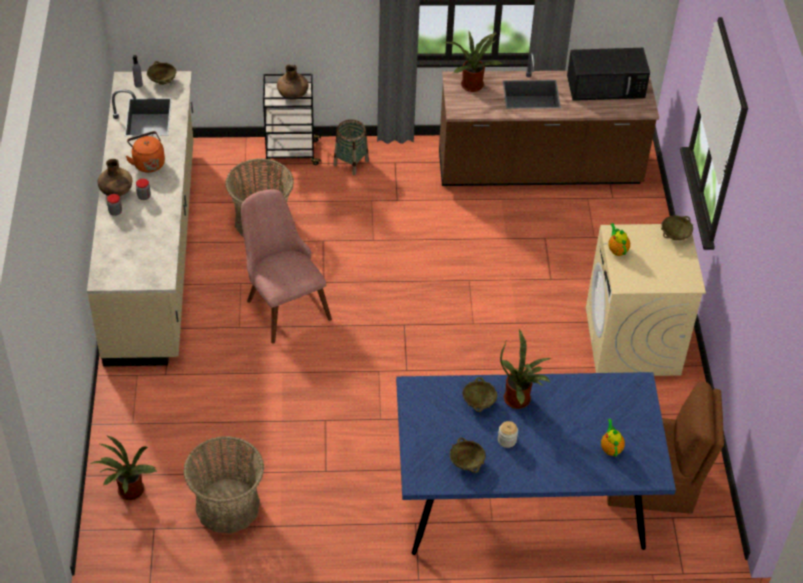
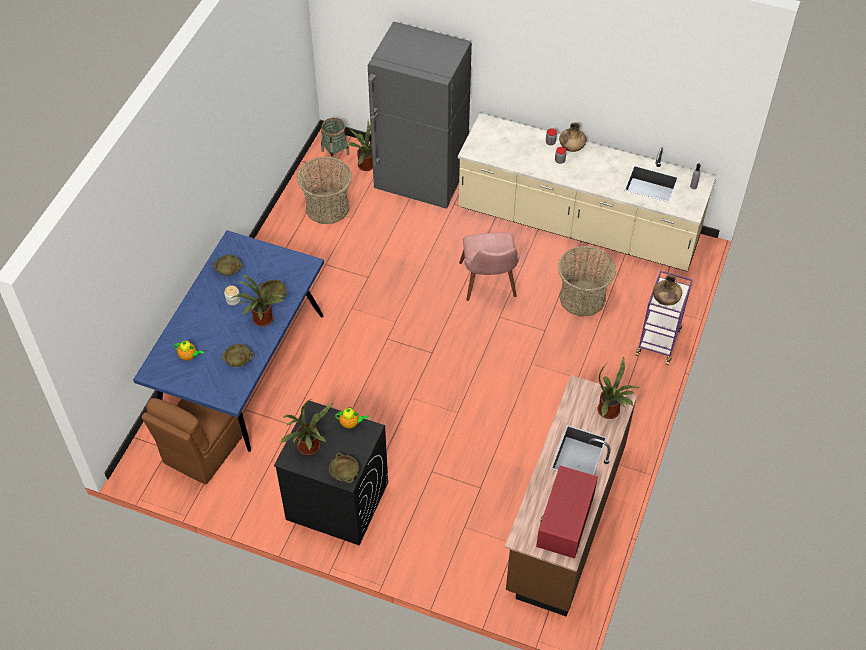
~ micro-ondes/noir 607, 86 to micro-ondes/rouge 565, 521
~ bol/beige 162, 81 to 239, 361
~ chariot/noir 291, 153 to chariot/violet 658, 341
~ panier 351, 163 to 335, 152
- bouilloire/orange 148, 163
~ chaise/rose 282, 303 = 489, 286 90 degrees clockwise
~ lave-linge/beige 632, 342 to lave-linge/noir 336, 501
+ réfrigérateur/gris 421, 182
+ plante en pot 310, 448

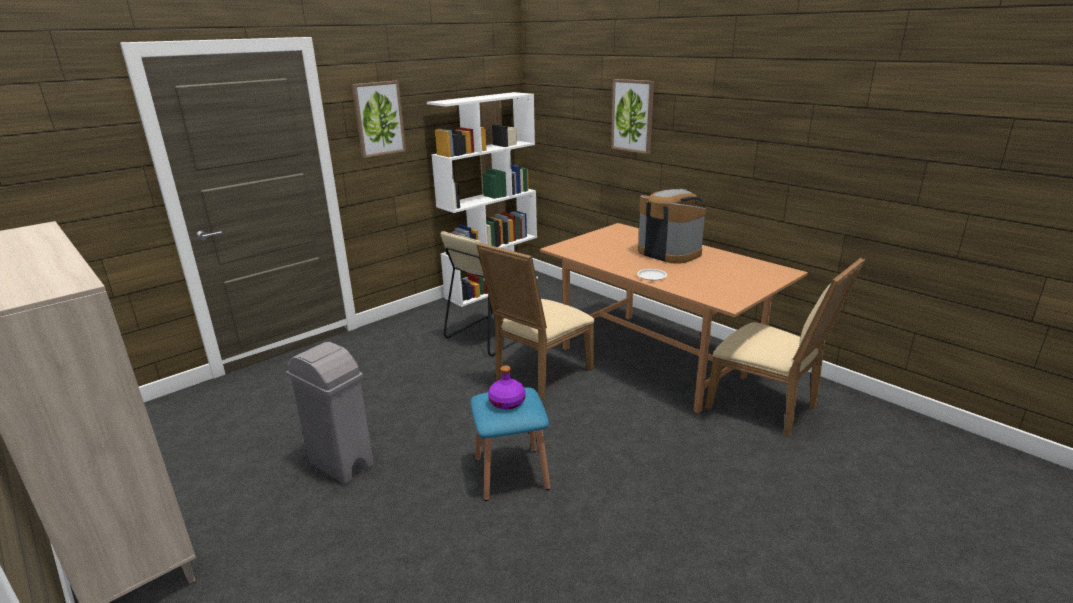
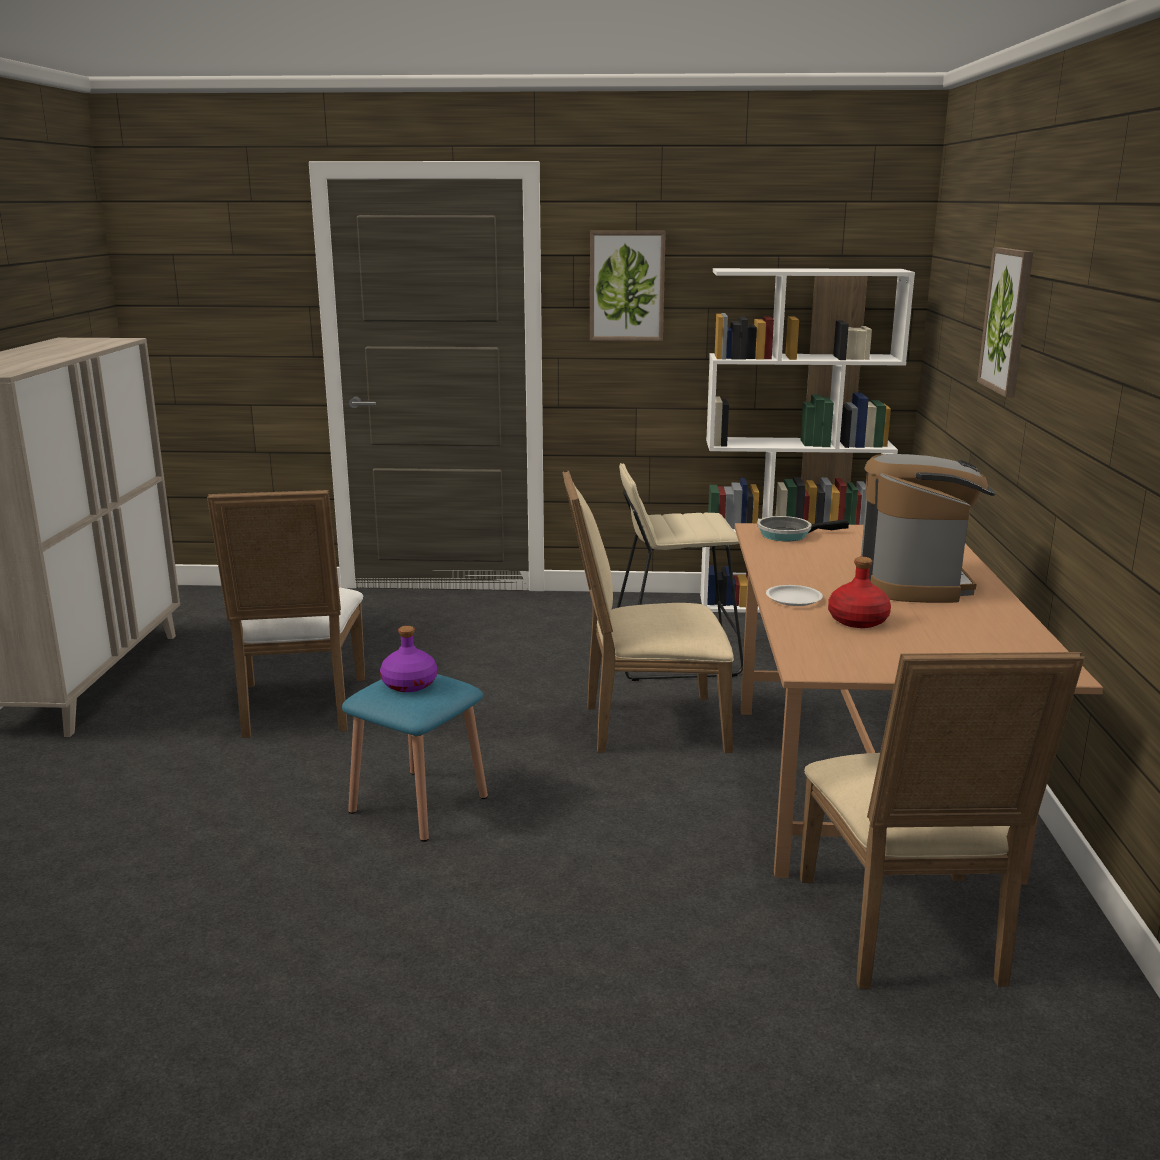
~ poubelle/gris 341, 465 to chaise/blanc 299, 710
+ poêle 788, 534
+ bouteille/rouge 858, 620

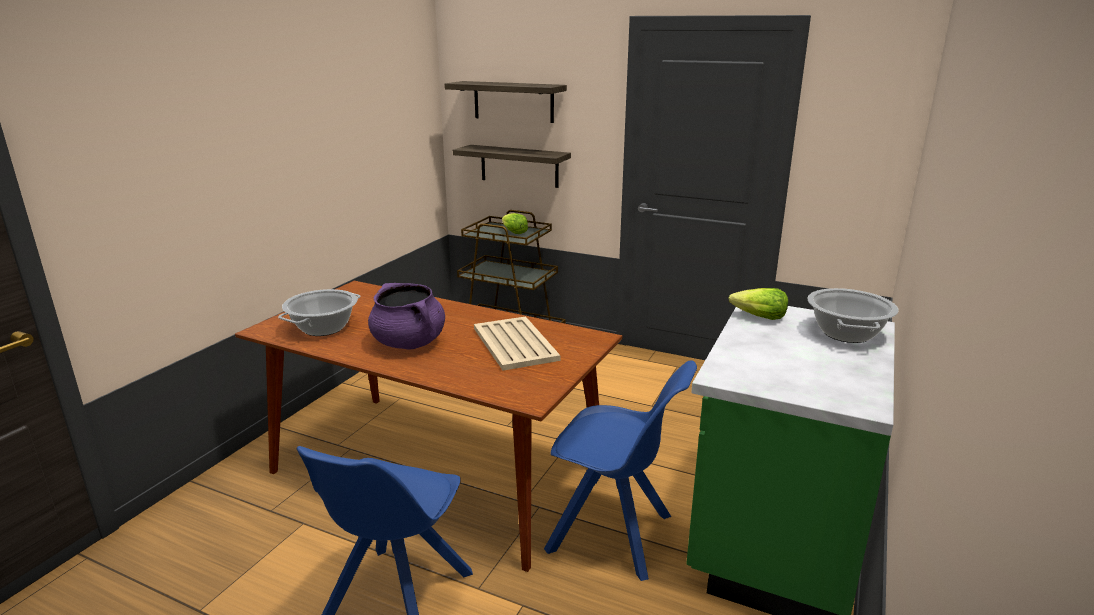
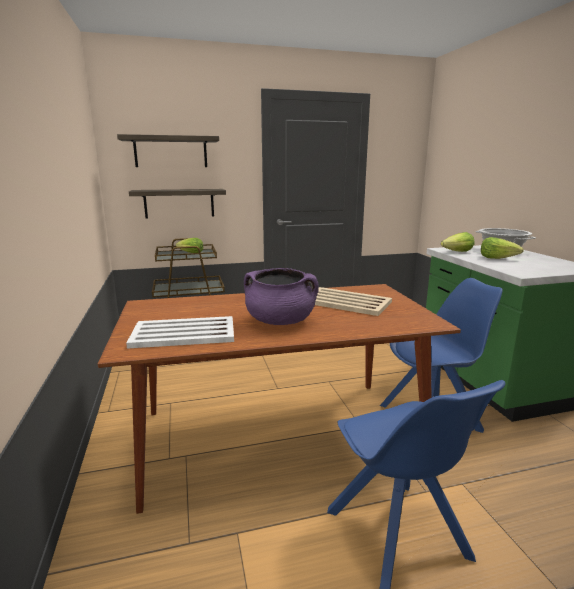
~ marmite 323, 328 to plateau/blanc 185, 333
+ laitue 497, 258

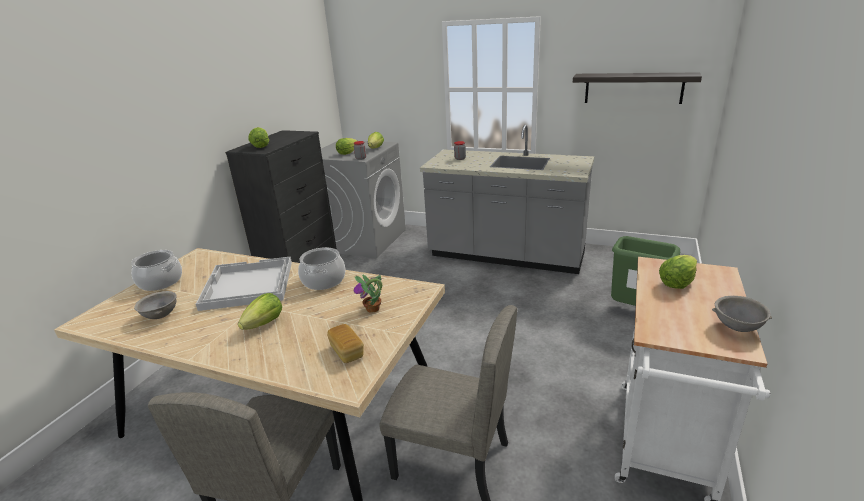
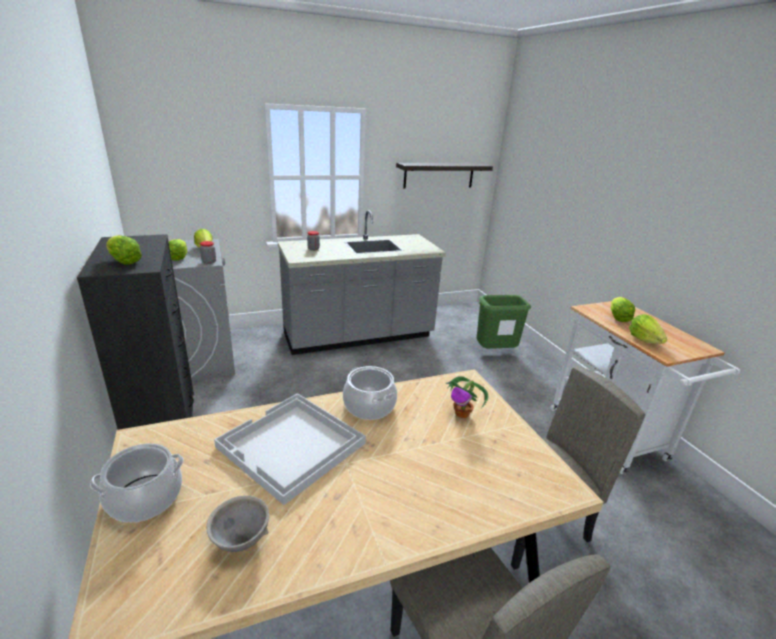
~ laitue 264, 324 to 644, 340
- bol/gris 737, 328
- pain 347, 351

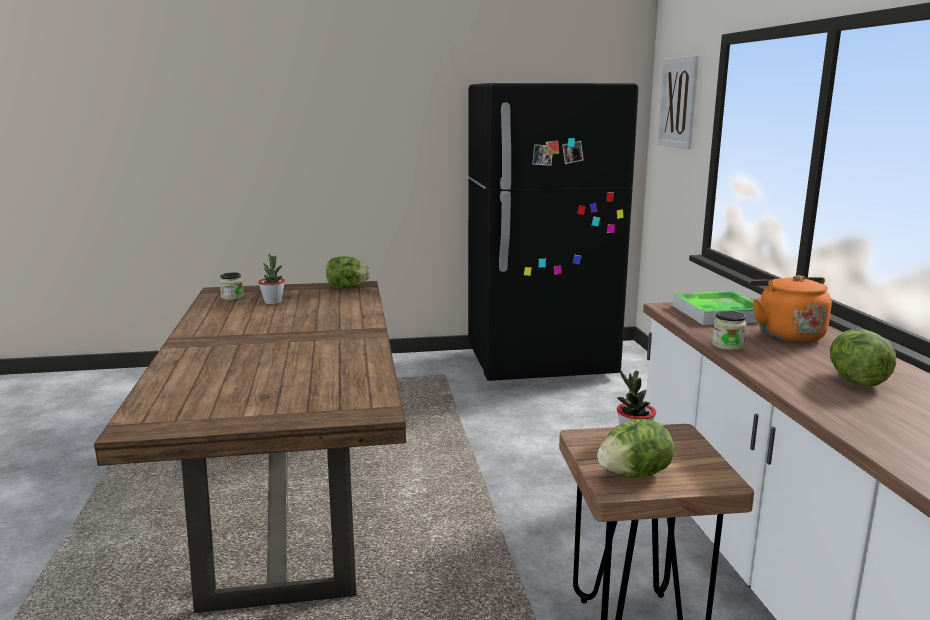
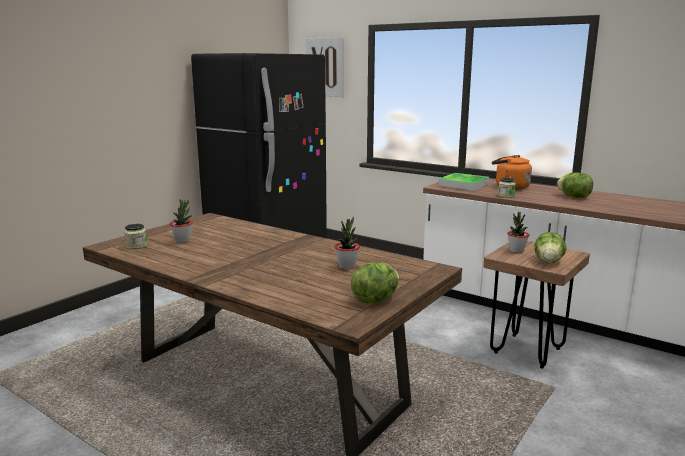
~ laitue 347, 287 to 375, 300
+ plante en pot 347, 266

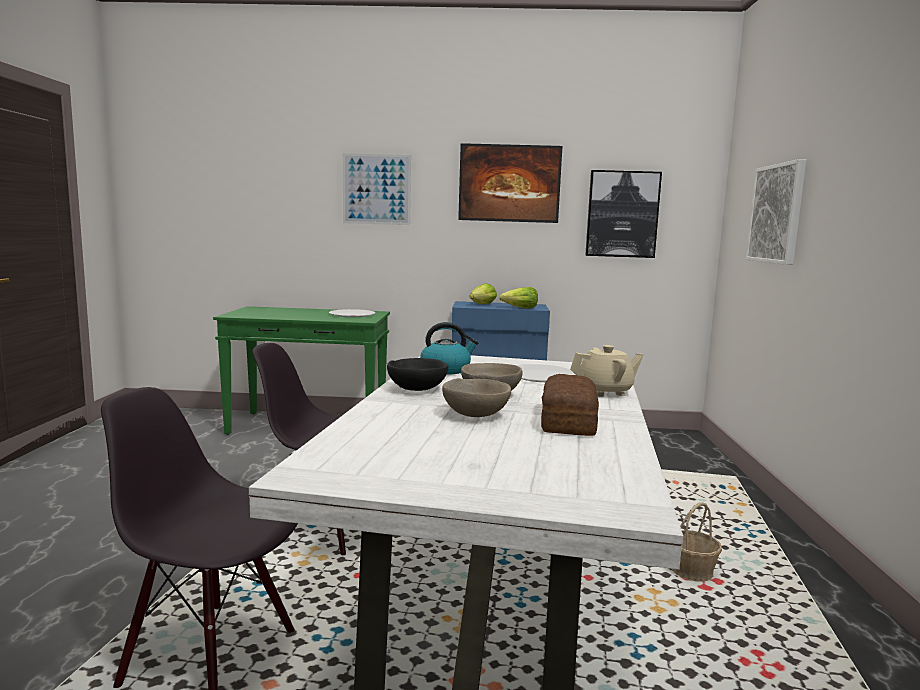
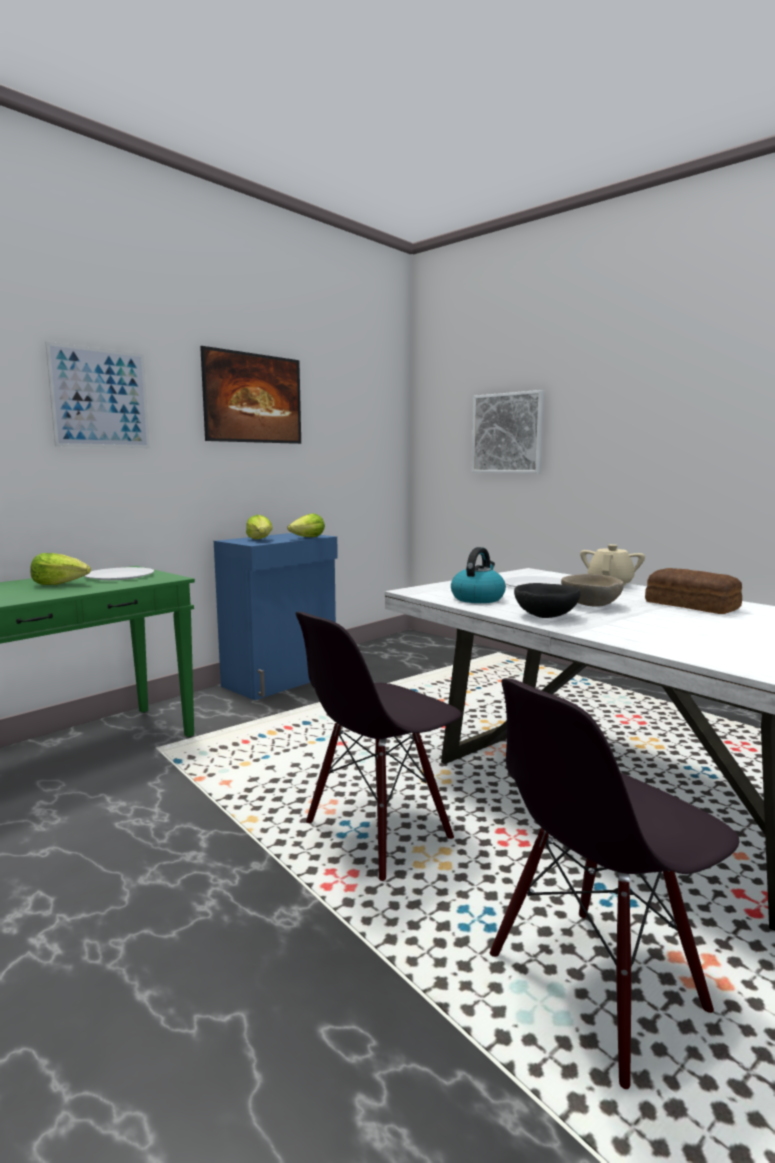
- tableau 622, 214
- bol/beige 476, 415
- panier 692, 572
+ laitue 61, 584

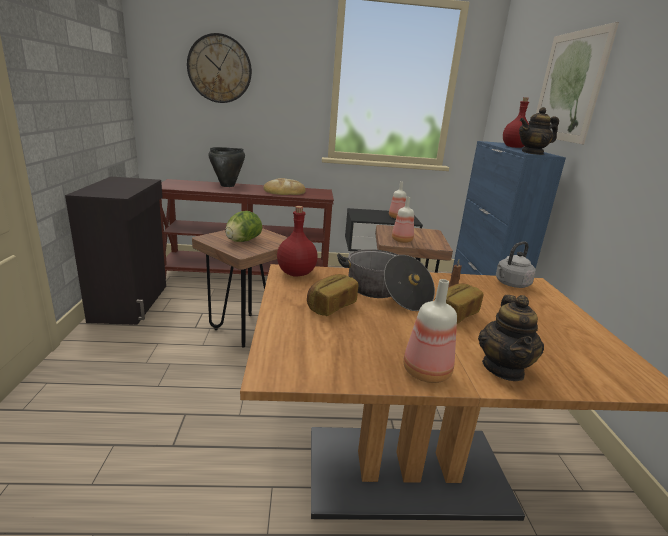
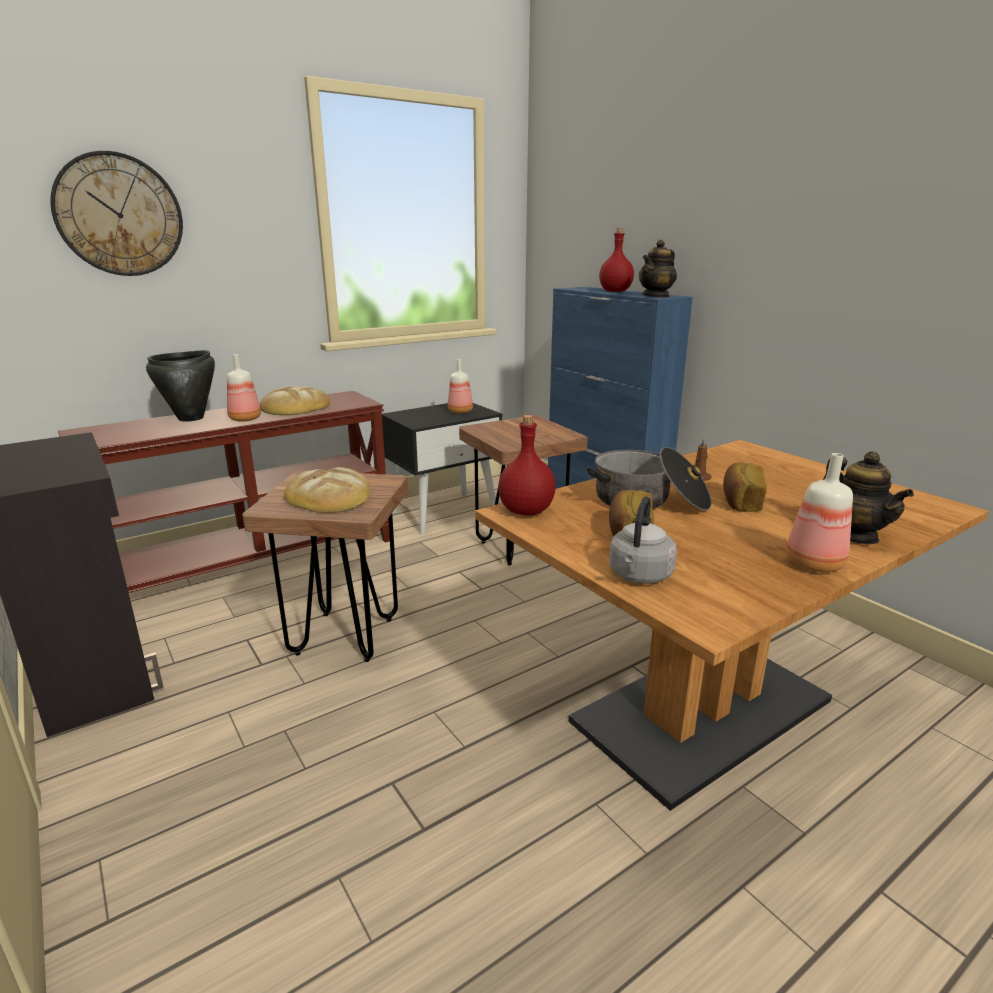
- tableau 569, 87
~ bouteille 401, 240 to 244, 419
~ laitue 243, 241 to pain 329, 497
~ bouilloire/gris 511, 284 to 639, 576

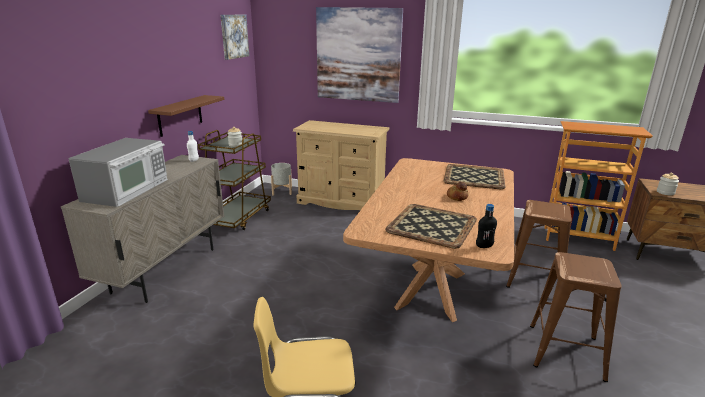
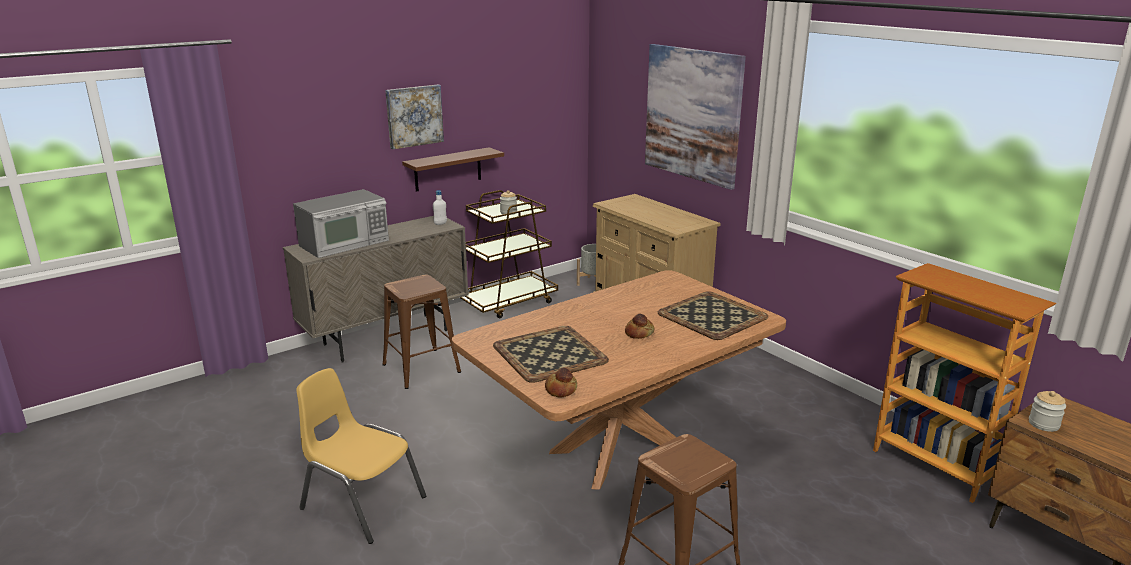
~ tableau 234, 36 to 414, 116
~ tabouret/marron 535, 279 to 421, 368
~ bouteille/noir 484, 246 to pain 561, 389

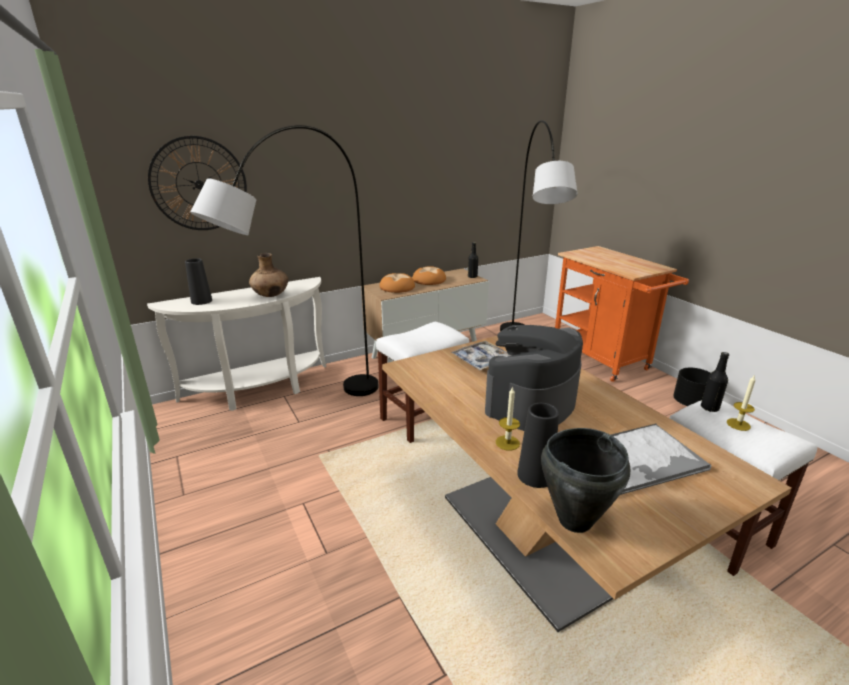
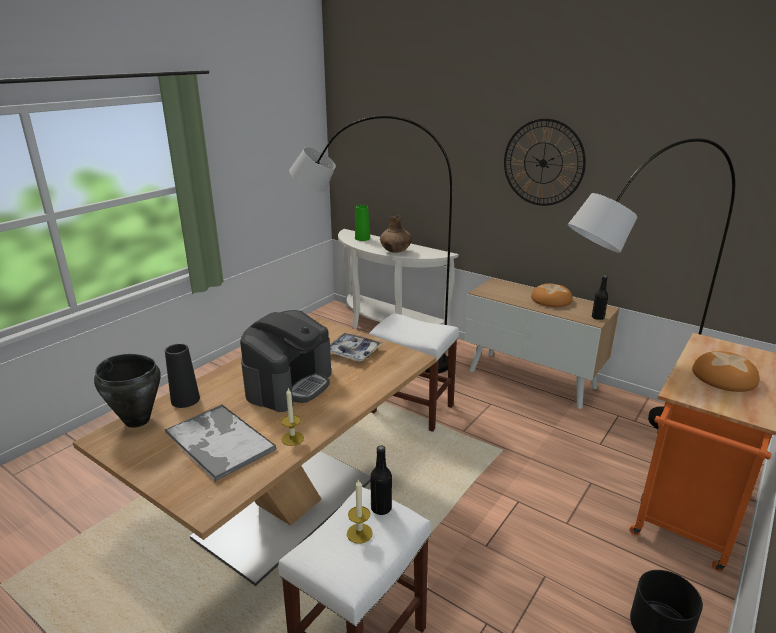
~ horloge murale 199, 184 to 543, 163
~ vase/noir 201, 301 to vase/vert 362, 238
~ pain 396, 287 to 723, 376
~ machine à café 530, 403 = 289, 384 105 degrees clockwise
~ bougie 507, 443 to 292, 438

